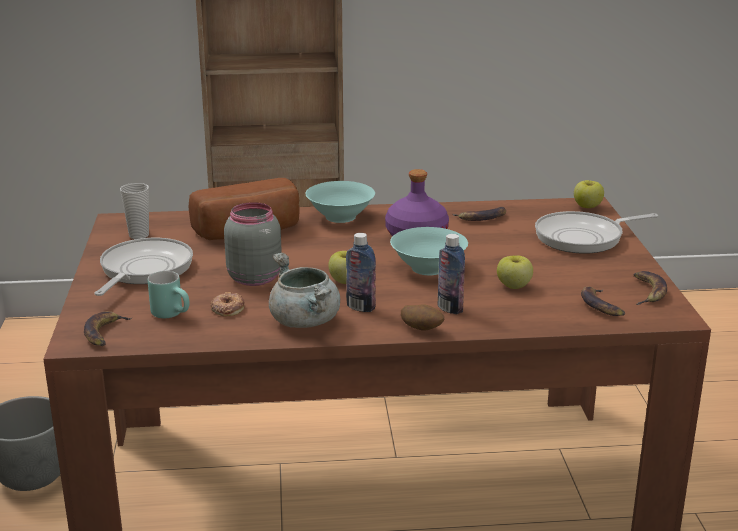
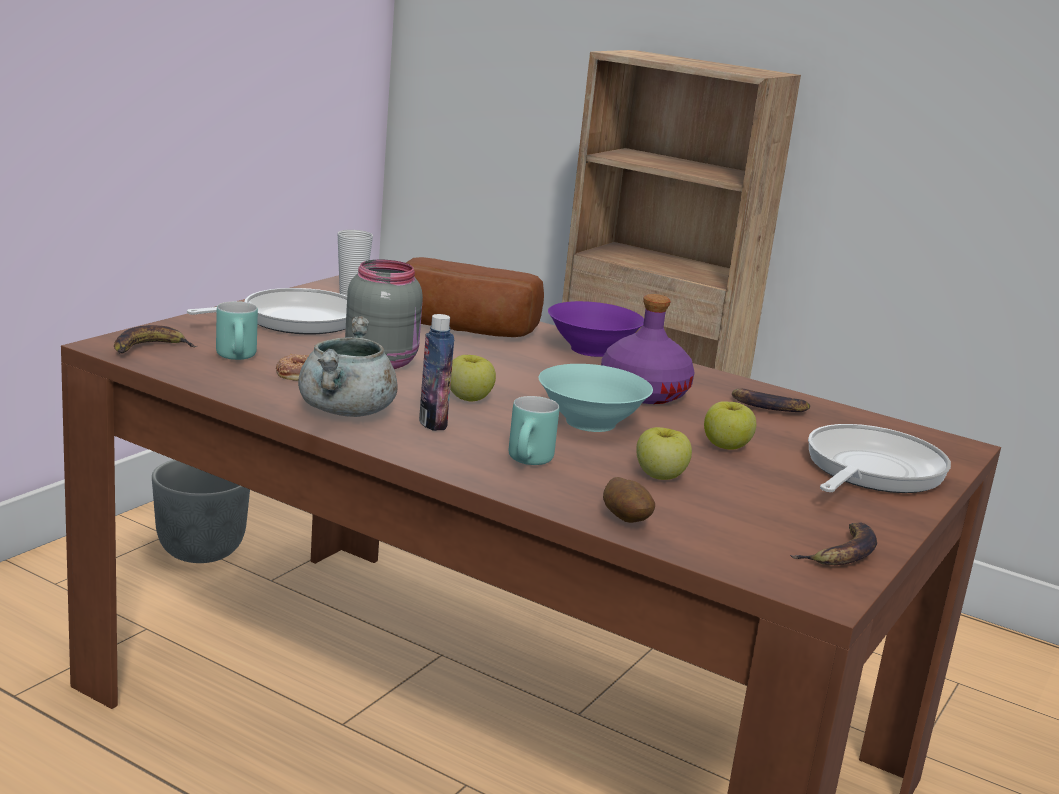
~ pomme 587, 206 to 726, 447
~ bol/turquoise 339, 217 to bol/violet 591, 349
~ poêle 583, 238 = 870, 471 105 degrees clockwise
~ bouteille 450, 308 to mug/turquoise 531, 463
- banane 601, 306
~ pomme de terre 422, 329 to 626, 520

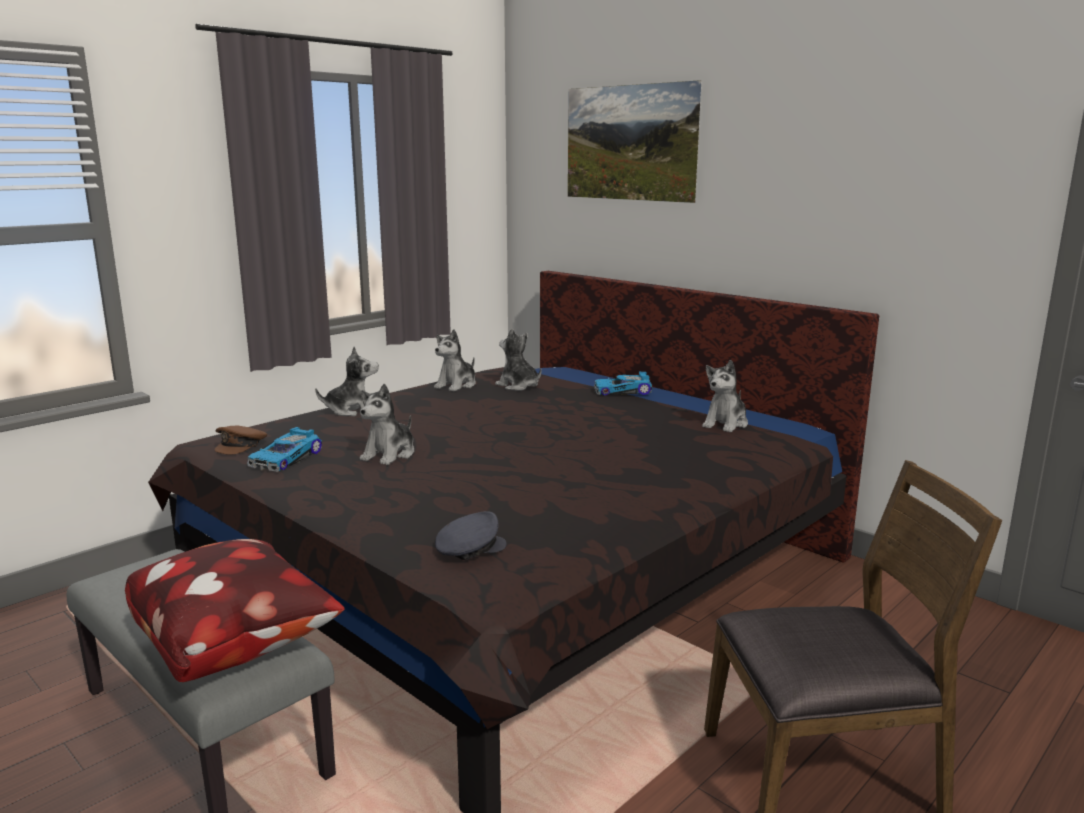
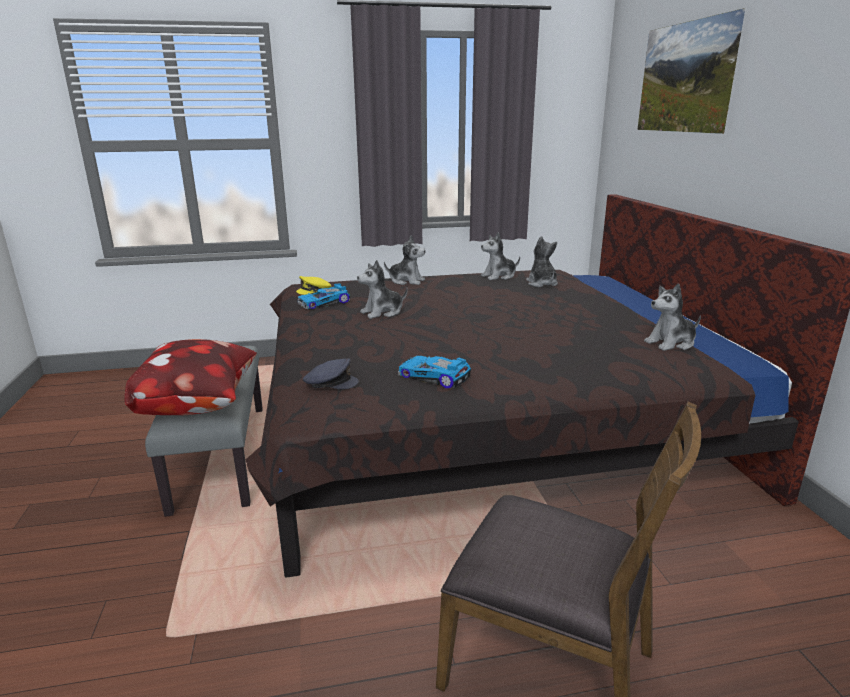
~ petite voiture 622, 391 to 433, 377
~ casquette/marron 241, 445 to casquette/jaune 315, 290

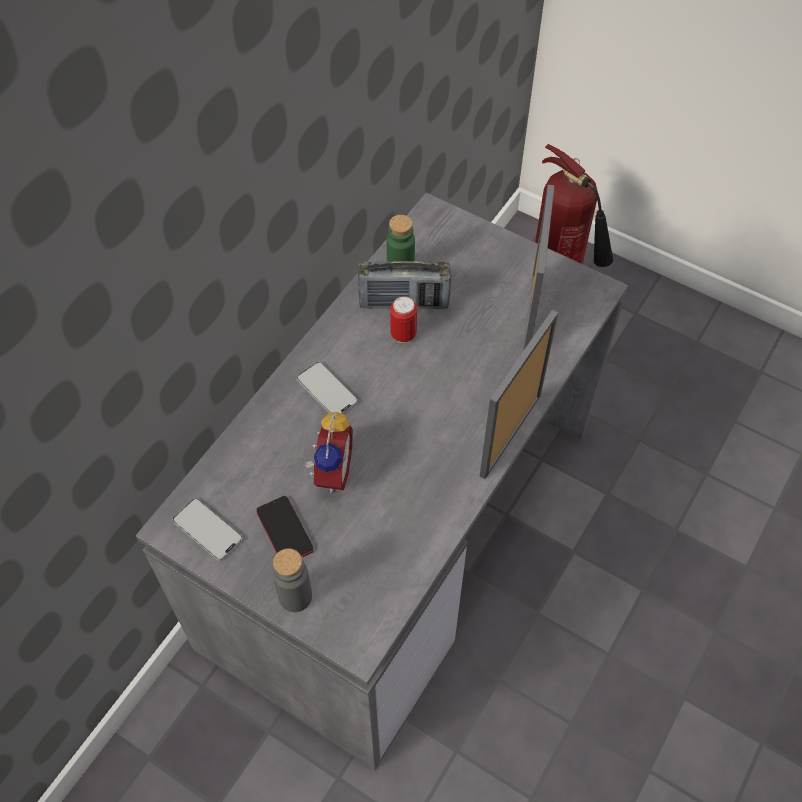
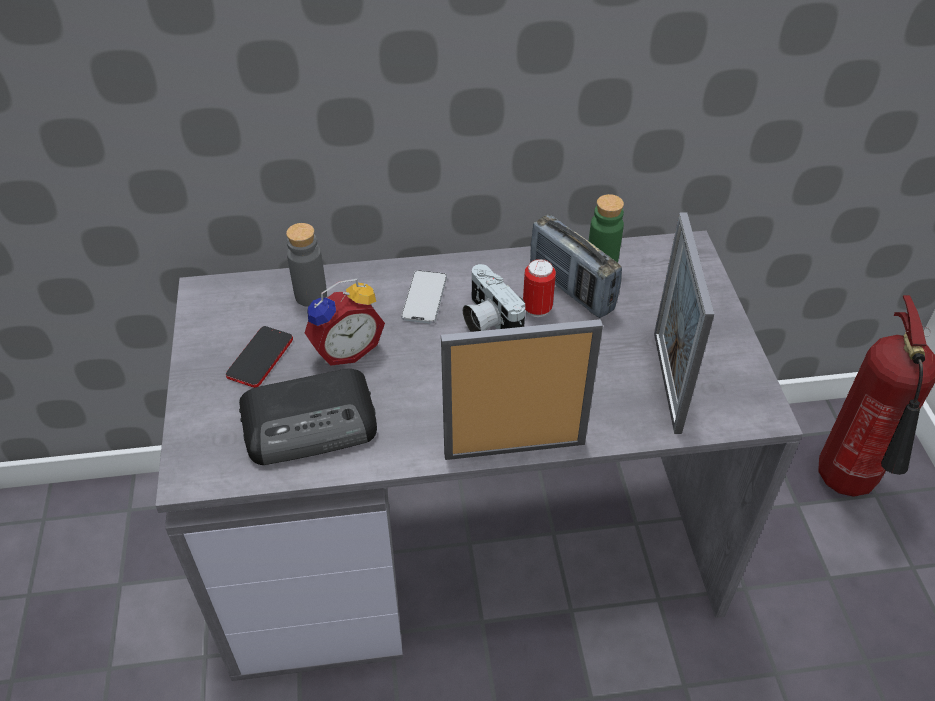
~ cadre photo 530, 316 = 667, 381 120 degrees clockwise
- téléphone 208, 530
~ bouteille/gris 295, 596 to 311, 295
+ appareil photo 487, 321
+ radio 312, 423

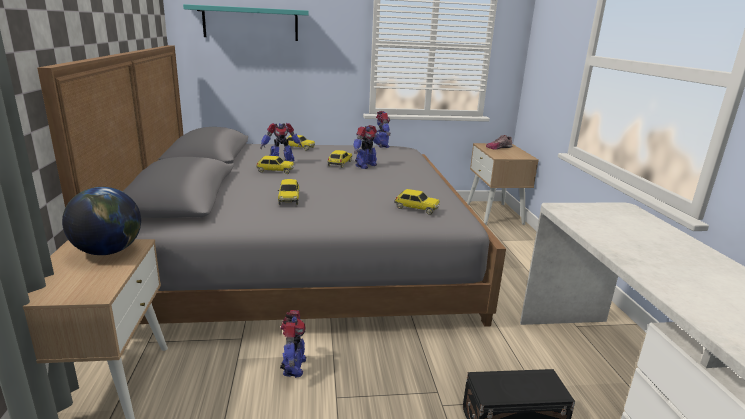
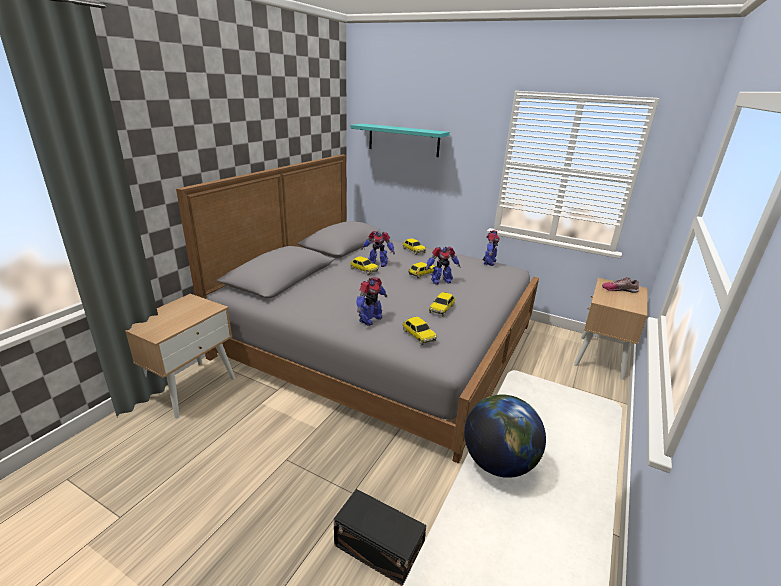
~ petite voiture 289, 199 to 442, 309
~ globe 108, 251 to 498, 462
~ robot jouet 293, 367 to 370, 319

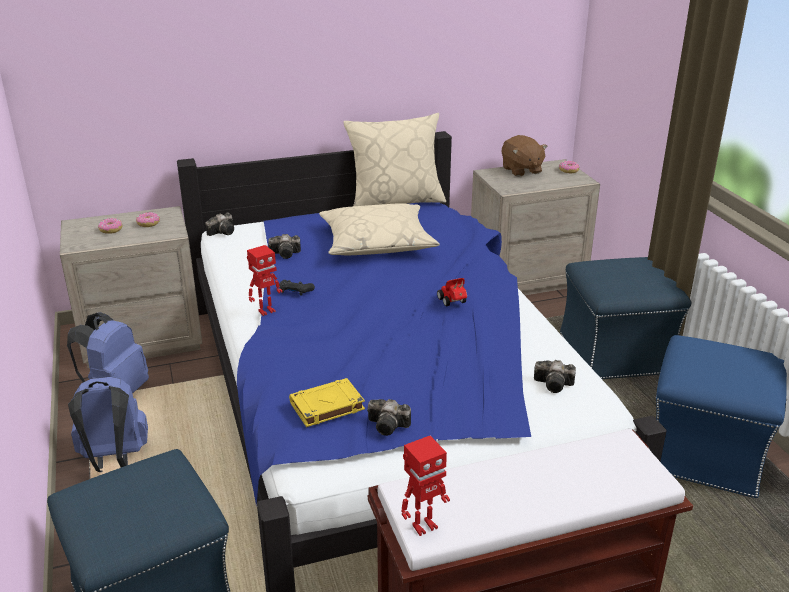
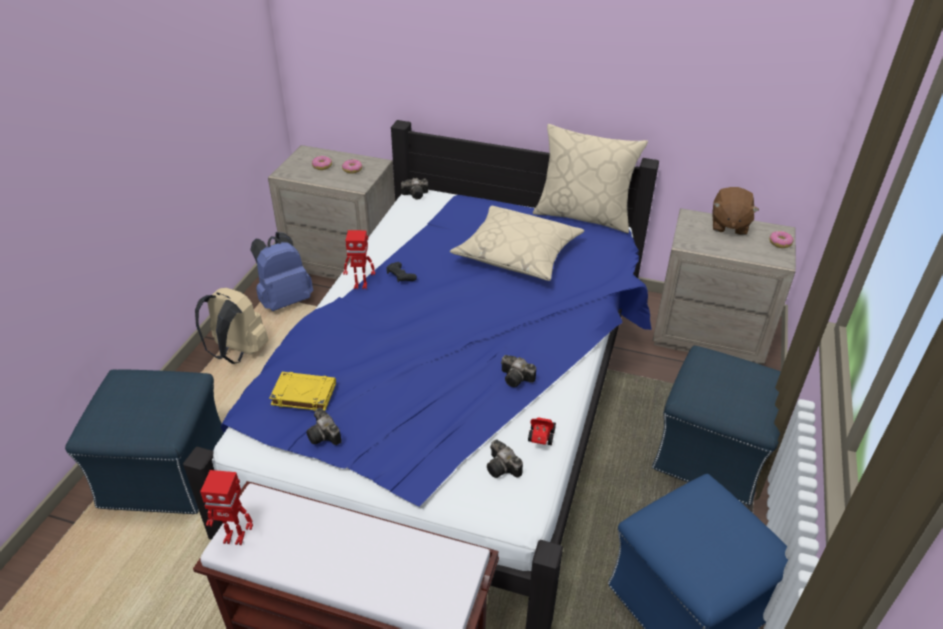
~ appareil photo 286, 254 to 517, 378
~ petite voiture 453, 303 to 540, 439
~ sac à dos/bleu 113, 459 to sac à dos/beige 237, 352

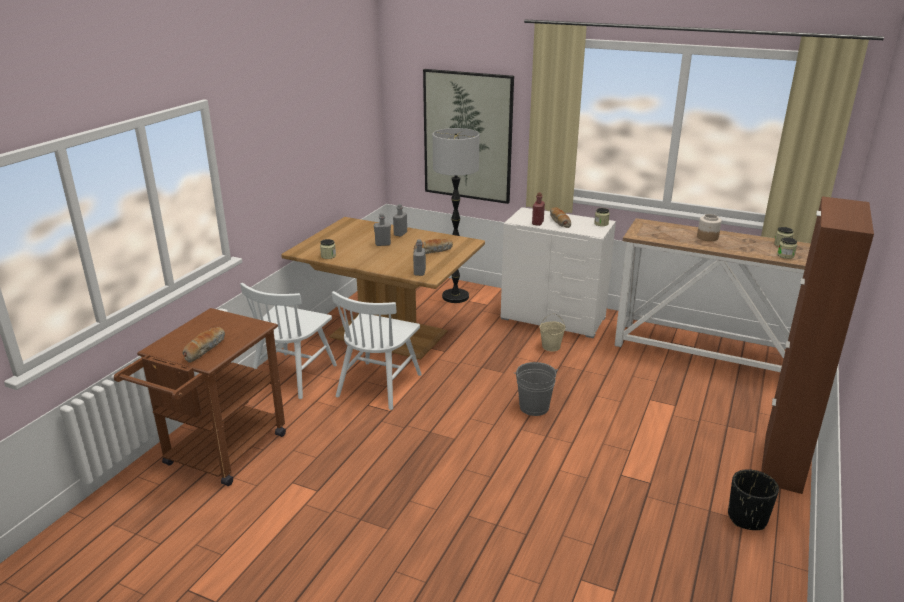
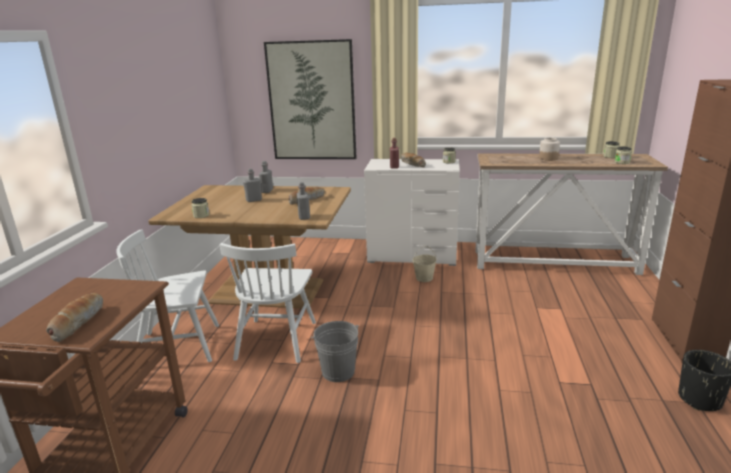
- lampadaire 455, 297
~ chaise/blanc 293, 375 = 179, 346 75 degrees clockwise
~ seau/gris 534, 407 to 338, 371

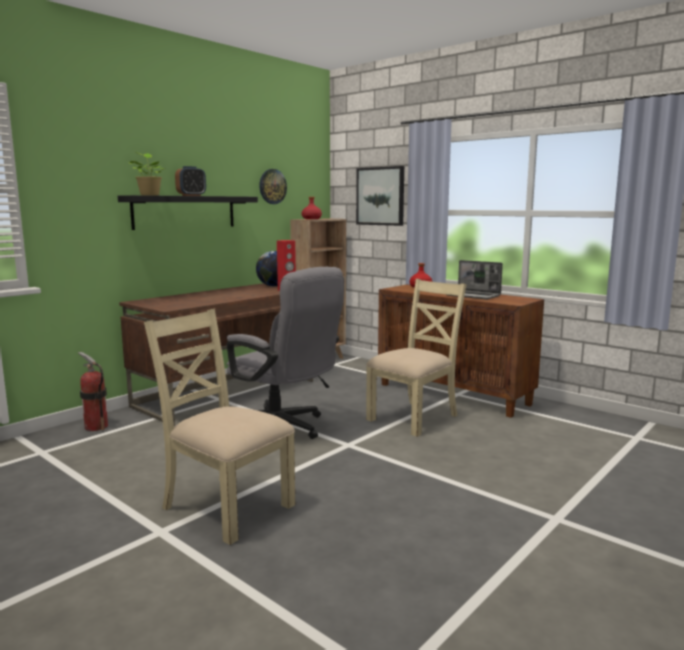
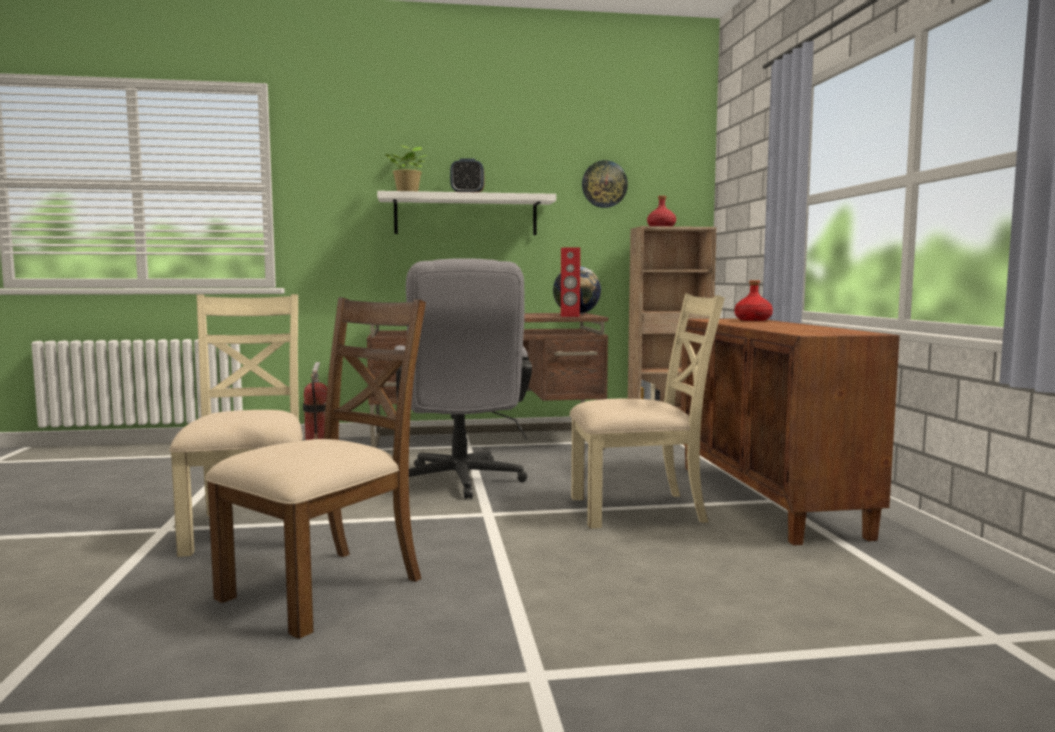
- tableau 380, 196
~ étagère/noir 185, 212 to étagère/blanc 466, 215
- ordinateur portable 473, 296
+ chaise/marron 325, 588

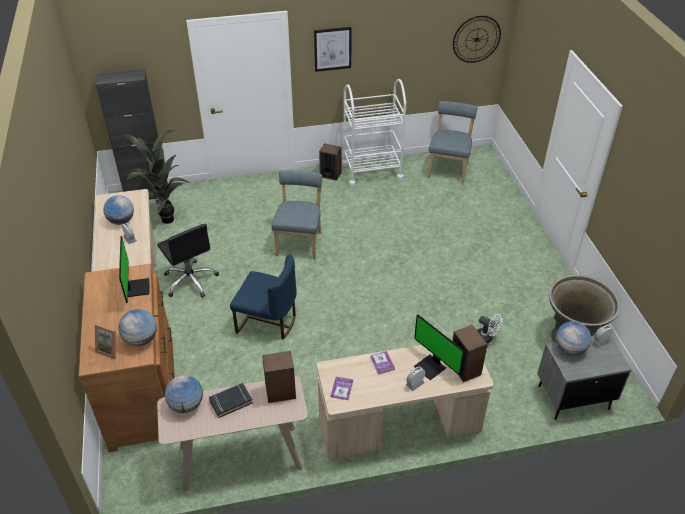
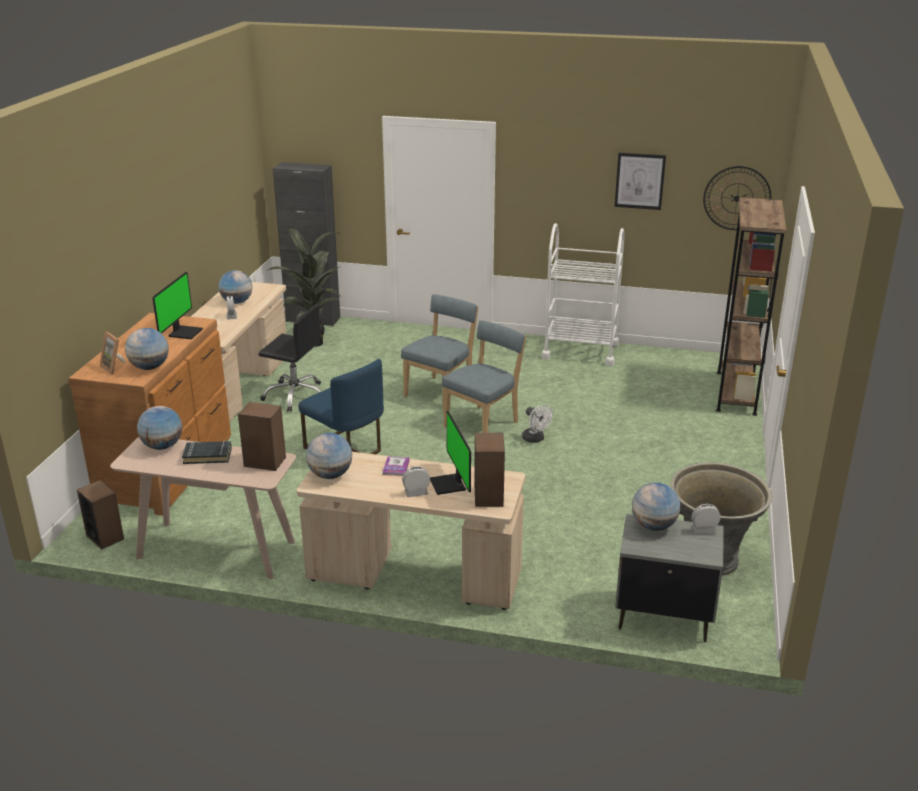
~ tableau 332, 49 to 639, 181
~ chaise/bleu 449, 168 to 484, 423
~ enceinte 330, 174 to 105, 537
~ chaise de bureau/noir 191, 280 = 295, 395 60 degrees counterclockwise
~ ventilateur/blanc 486, 338 to 535, 439
~ livre 342, 389 to globe 330, 475
+ bibliothèque/marron 736, 393

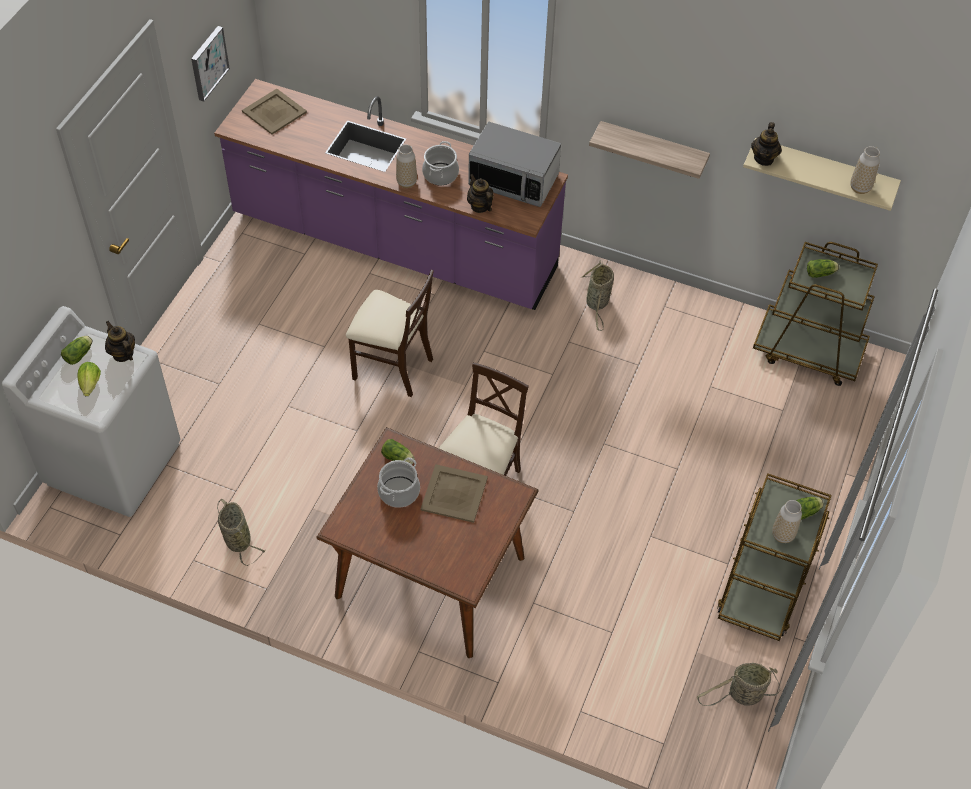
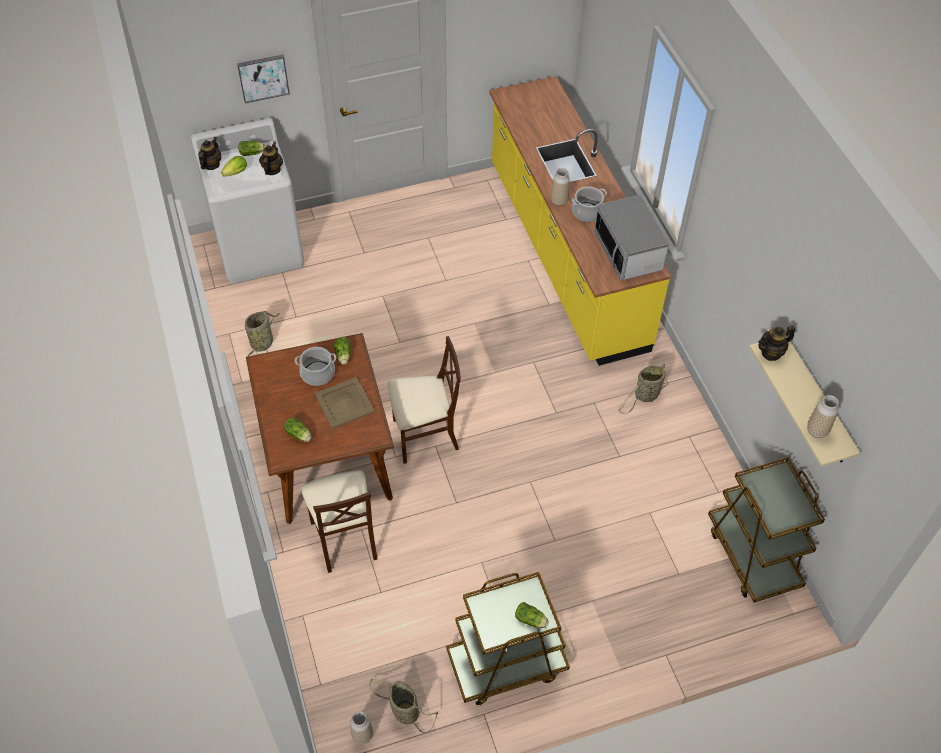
~ tableau 208, 63 to 263, 77
~ comptoir de cuisine/violet 394, 244 to comptoir de cuisine/jaune 565, 255
- plateau/beige 274, 111
- étagère 652, 150
~ théière 480, 206 to 211, 165
~ laitue 821, 273 to 299, 435
~ chaise/beige 392, 367 to 345, 538
~ vase 782, 535 to 362, 735

